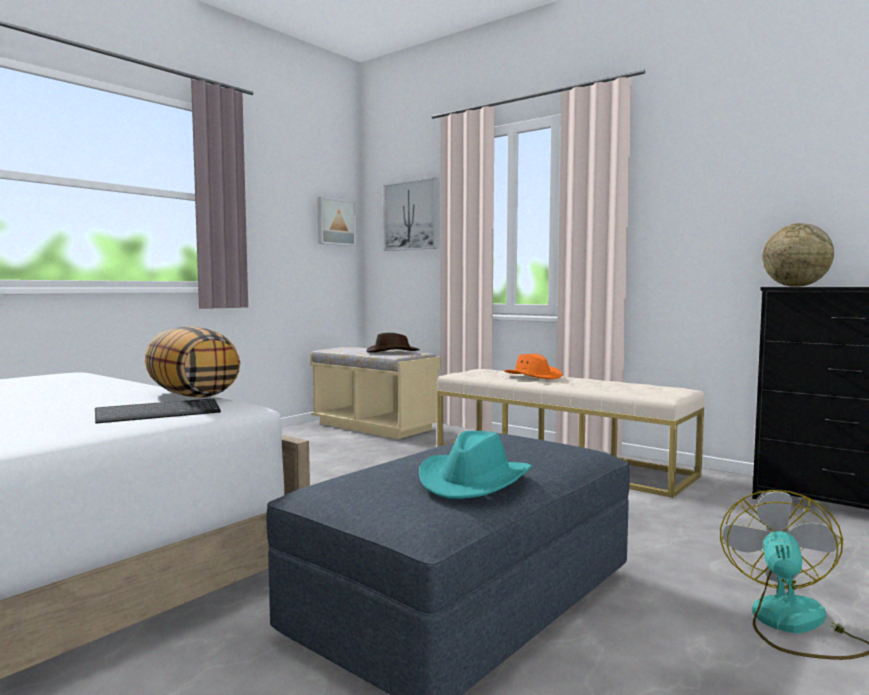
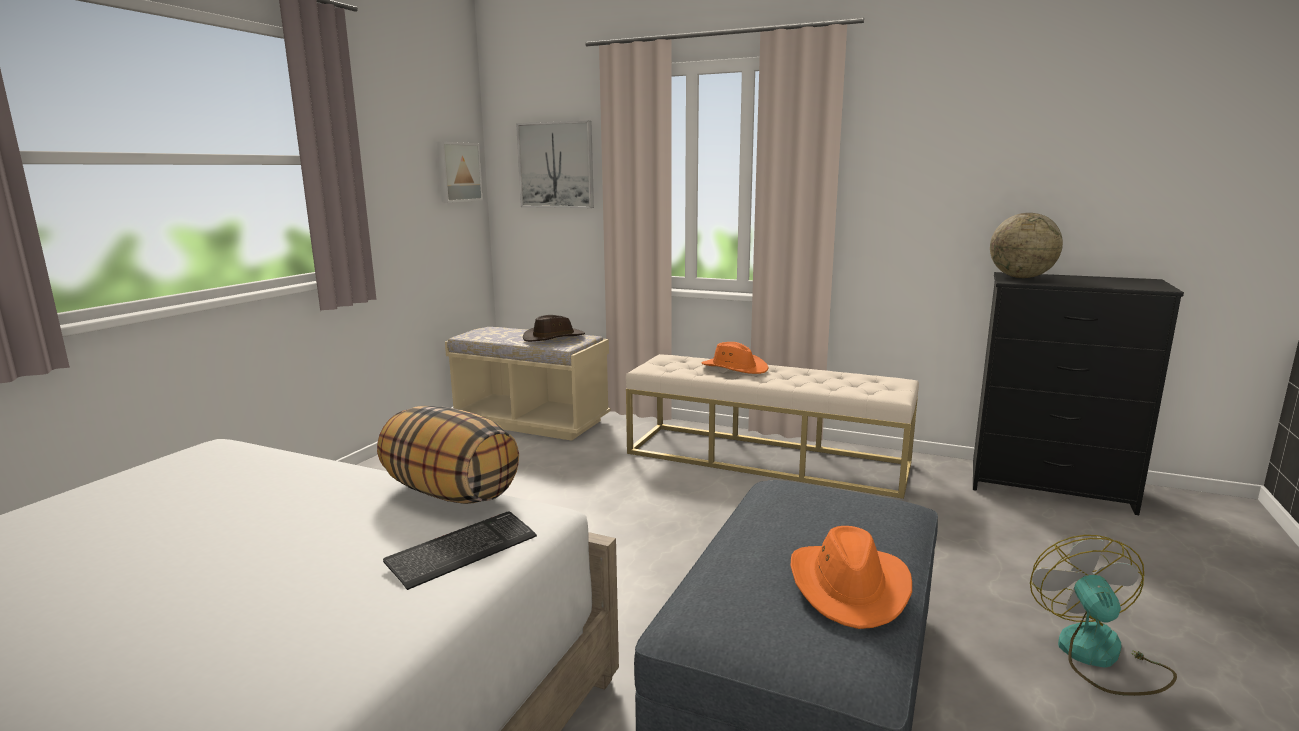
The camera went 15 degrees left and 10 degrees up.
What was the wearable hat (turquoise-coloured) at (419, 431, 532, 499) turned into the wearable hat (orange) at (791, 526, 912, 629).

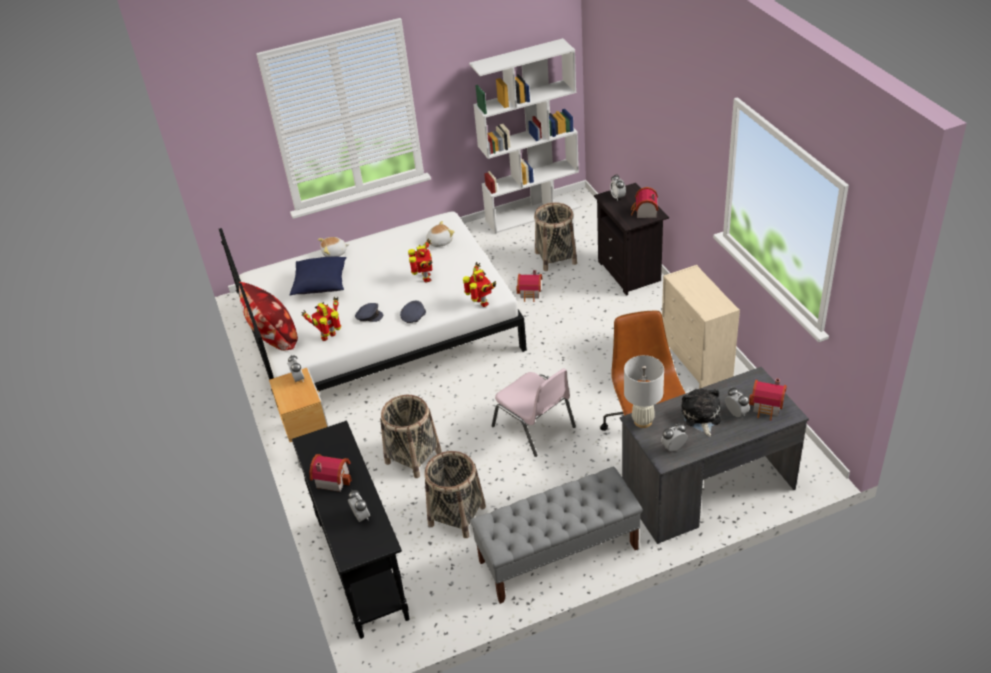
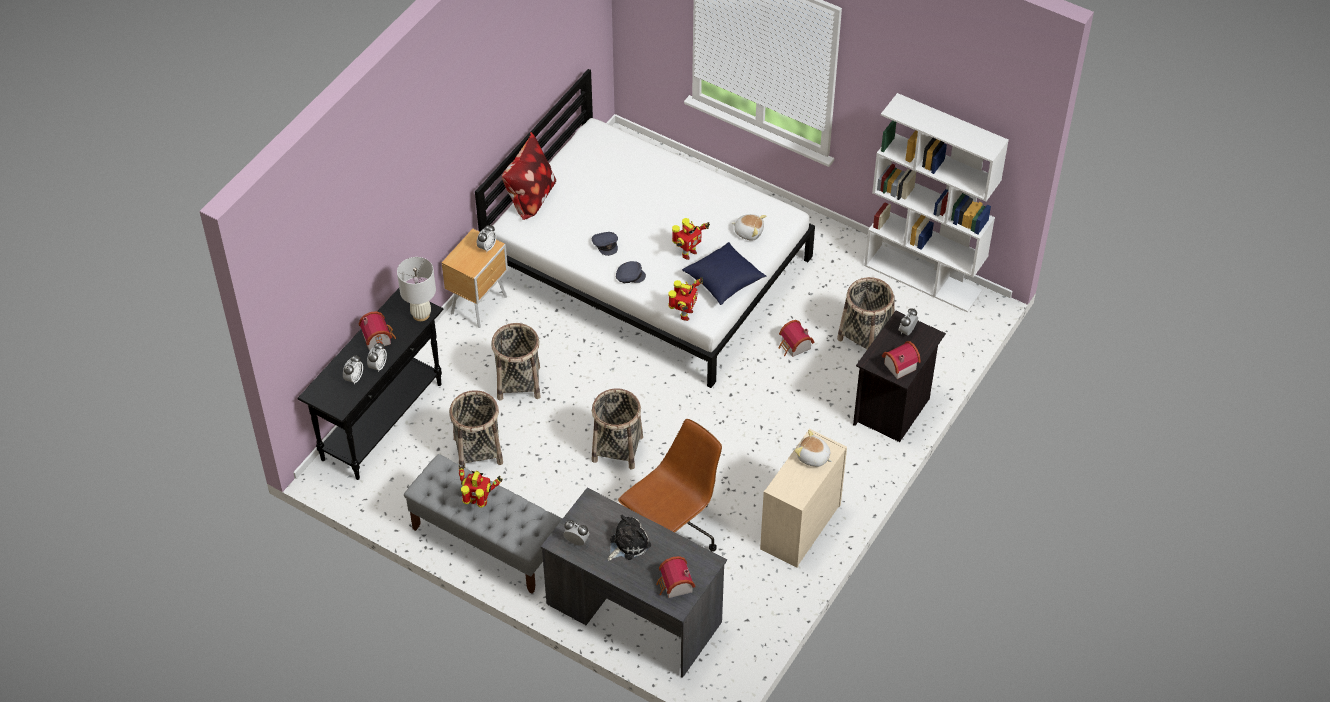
The camera went 50 degrees right and 10 degrees up.
The plush toy ended up elsewhere, having gone from (318, 237, 349, 257) to (794, 430, 832, 467).
The pillow (blue-coloured) ended up elsewhere, having gone from (290, 256, 347, 296) to (682, 242, 766, 305).
The robot figure ended up elsewhere, having gone from (301, 297, 341, 341) to (459, 465, 502, 508).
The tabletop lamp (white) ended up elsewhere, having gone from (624, 355, 664, 428) to (397, 257, 436, 321).
Where the upright chair (pinkish) stood at (492, 368, 576, 457), the household basket came to stand at (592, 388, 643, 469).
The alarm clock ended up elsewhere, having gone from (725, 388, 750, 417) to (367, 342, 387, 372).

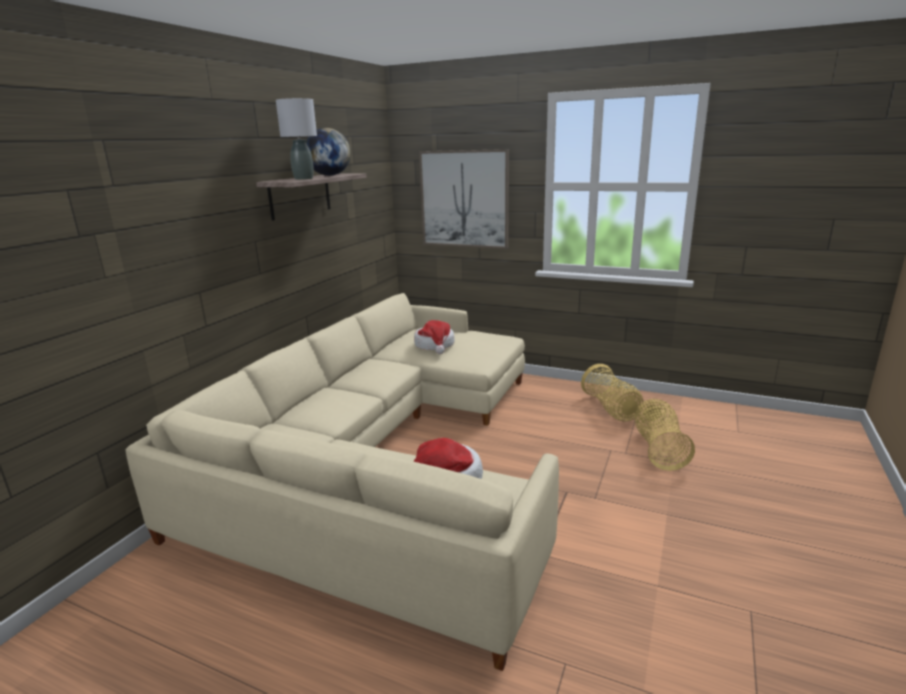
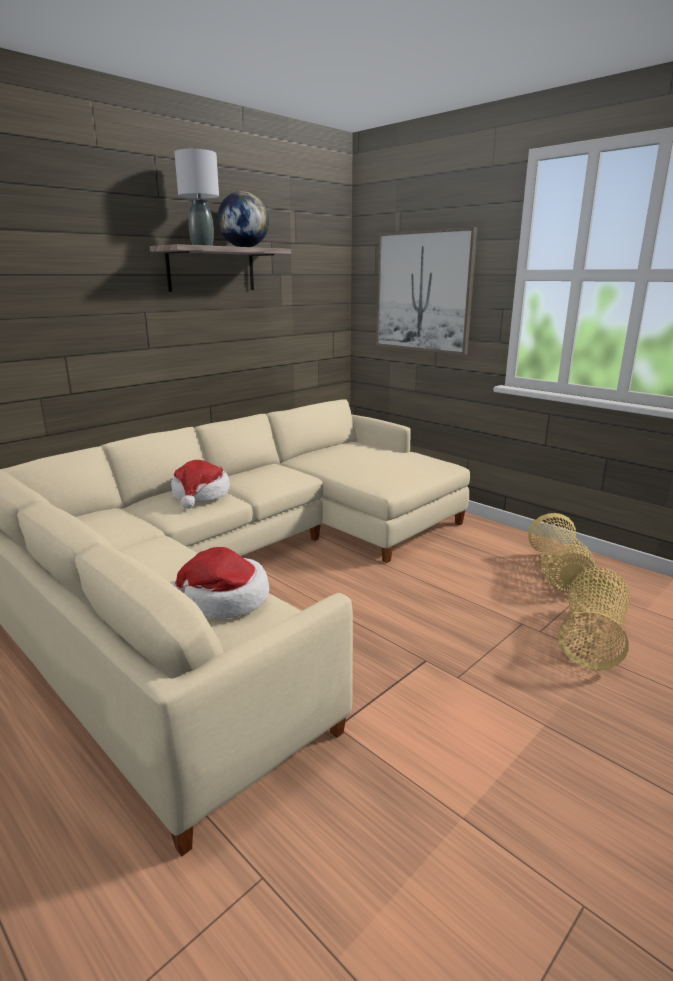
The camera went 20 degrees right and 0 degrees up.
The wearable hat ended up elsewhere, having gone from (414, 320, 455, 354) to (171, 460, 230, 509).

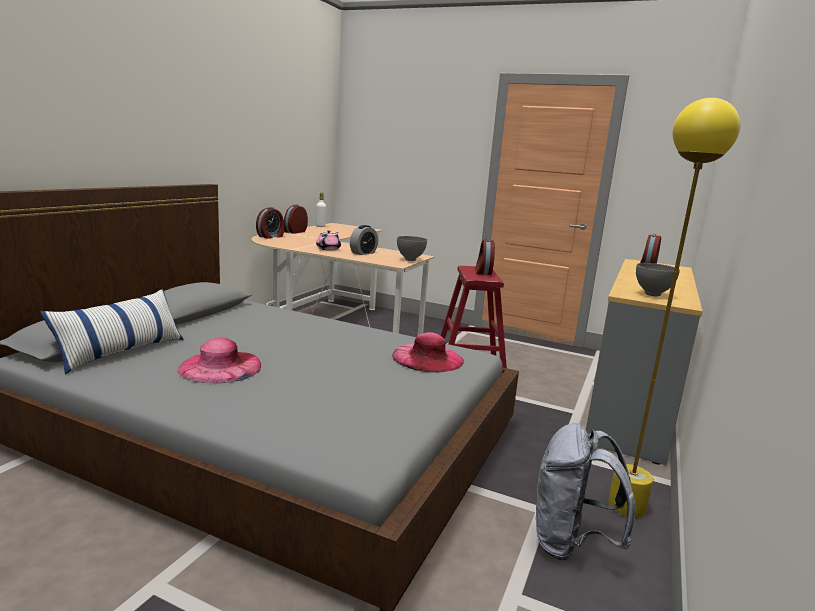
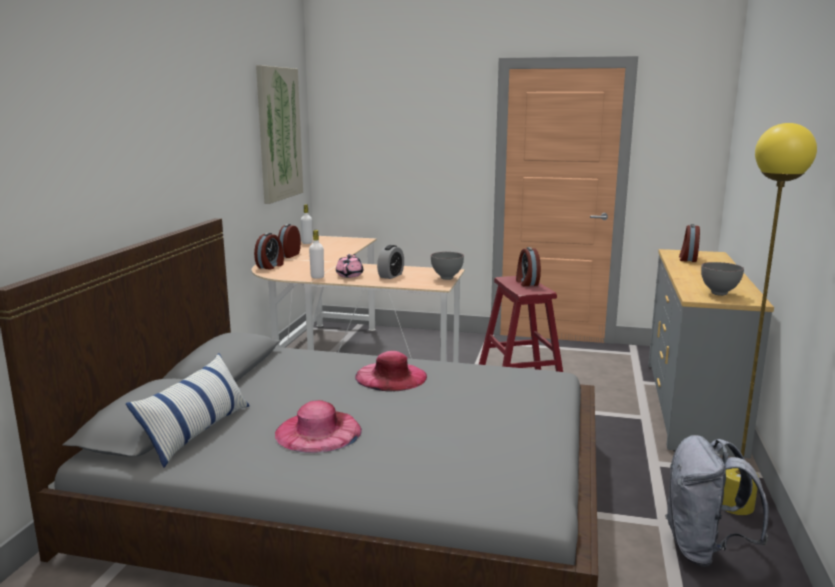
The camera went 10 degrees left and 0 degrees up.
The wearable hat (pinkish) ended up elsewhere, having gone from (392, 332, 464, 372) to (355, 351, 427, 391).
The second view gained the wall picture at (256, 65, 303, 204).
The second view gained the drink bottle (white) at (309, 230, 324, 279).

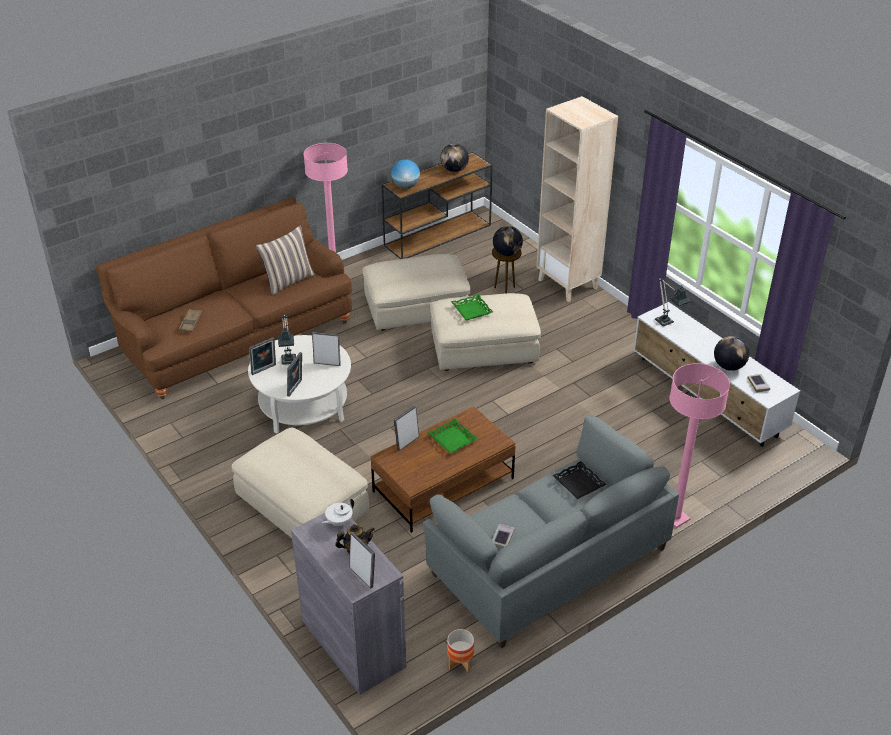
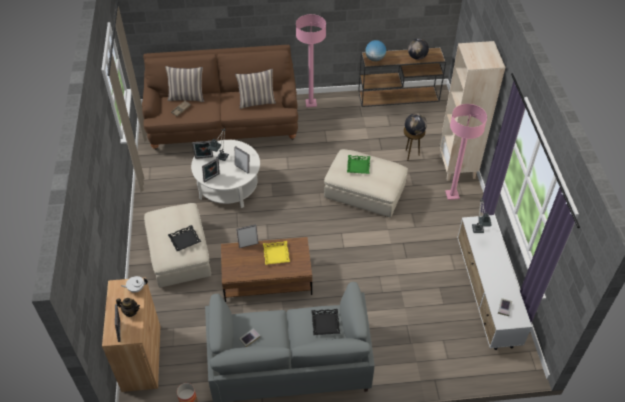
The camera went 30 degrees right and 10 degrees up.
The second view lost the ottoman (beige-coloured) at (363, 254, 470, 331).
The second view lost the desk globe at (714, 336, 749, 371).
The floor lamp (pinkish) ended up elsewhere, having gone from (669, 363, 730, 528) to (445, 104, 487, 200).
What was the tray (green) at (427, 418, 478, 454) turned into the tray (yellowish) at (263, 241, 290, 265).
What was the cupboard (greyish) at (291, 513, 407, 695) turned into the cupboard (brown-coloured) at (102, 277, 160, 392).
The second view gained the pillow at (165, 66, 204, 102).
The second view gained the tray (black-coloured) at (168, 225, 201, 251).

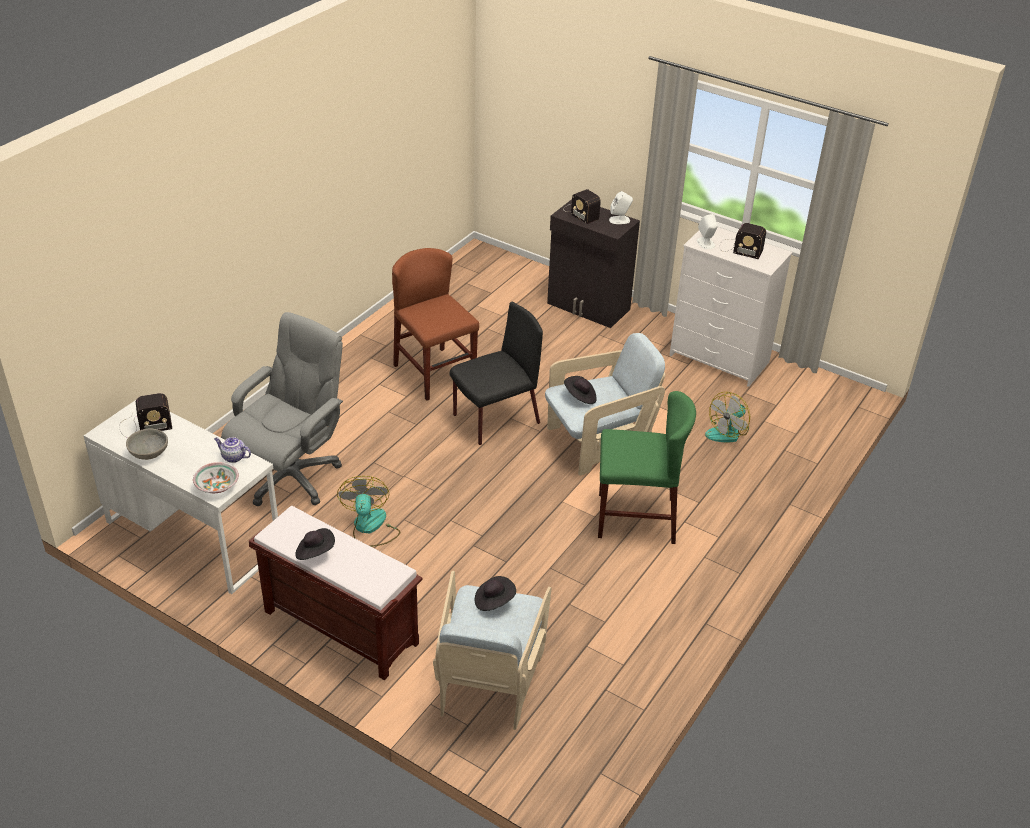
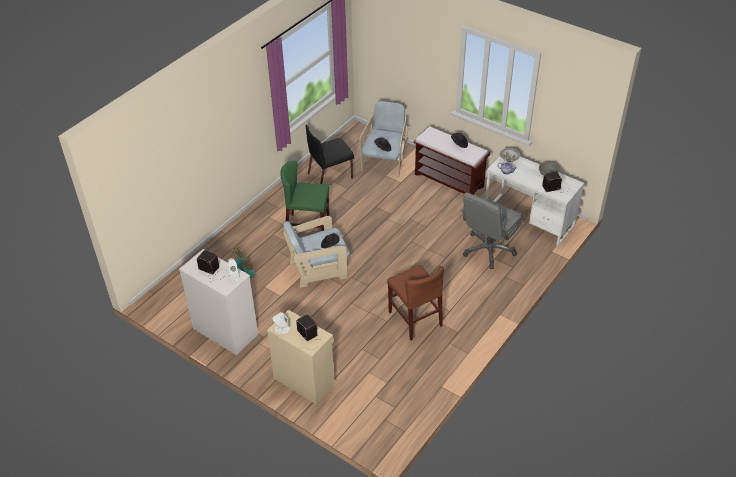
The camera went 175 degrees left and 5 degrees up.
What was the cupboard (black-coloured) at (547, 199, 640, 328) turned into the cupboard (beige-coloured) at (267, 310, 335, 405).
The upright chair (black-coloured) ended up elsewhere, having gone from (449, 302, 543, 445) to (306, 124, 354, 184).
The second view lost the electric fan at (337, 476, 400, 547).

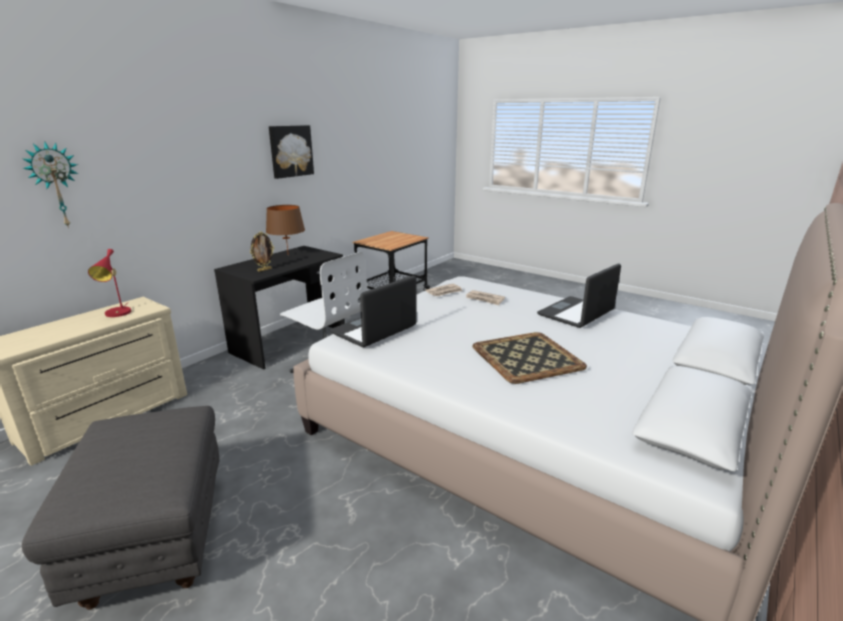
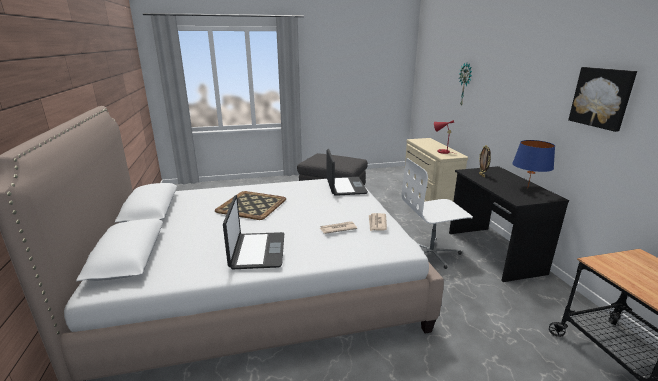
The camera went 130 degrees right and 0 degrees up.
What was the tabletop lamp (brown-coloured) at (266, 205, 305, 255) turned into the tabletop lamp (blue-coloured) at (512, 140, 555, 186).

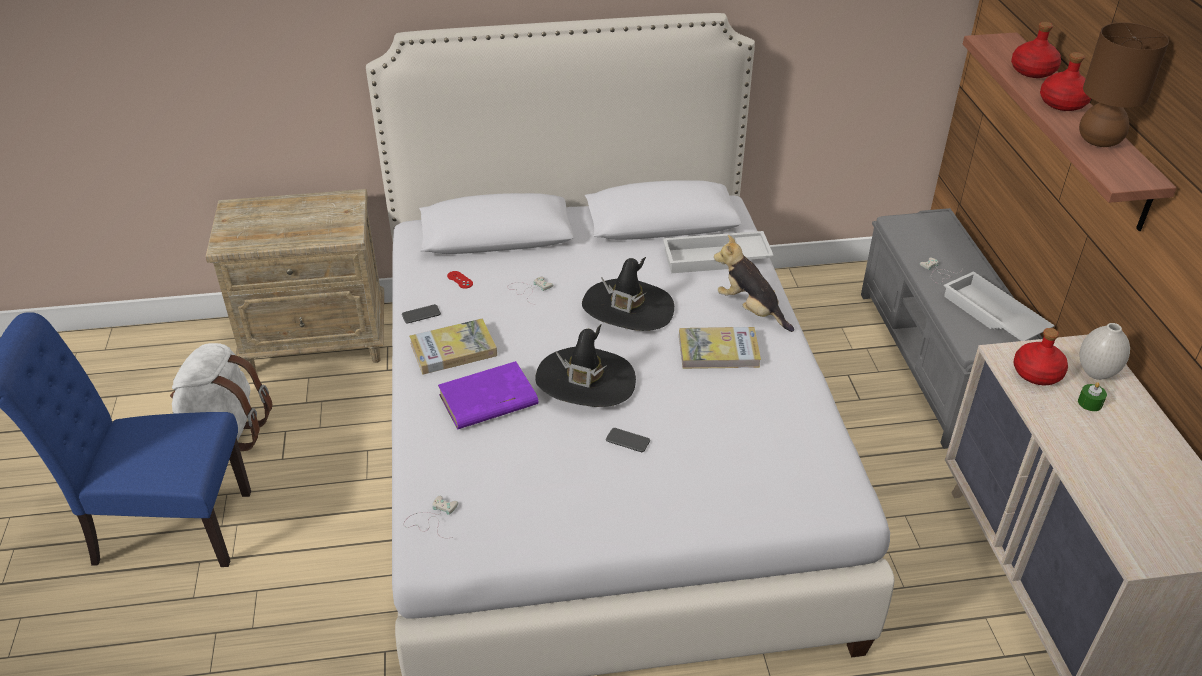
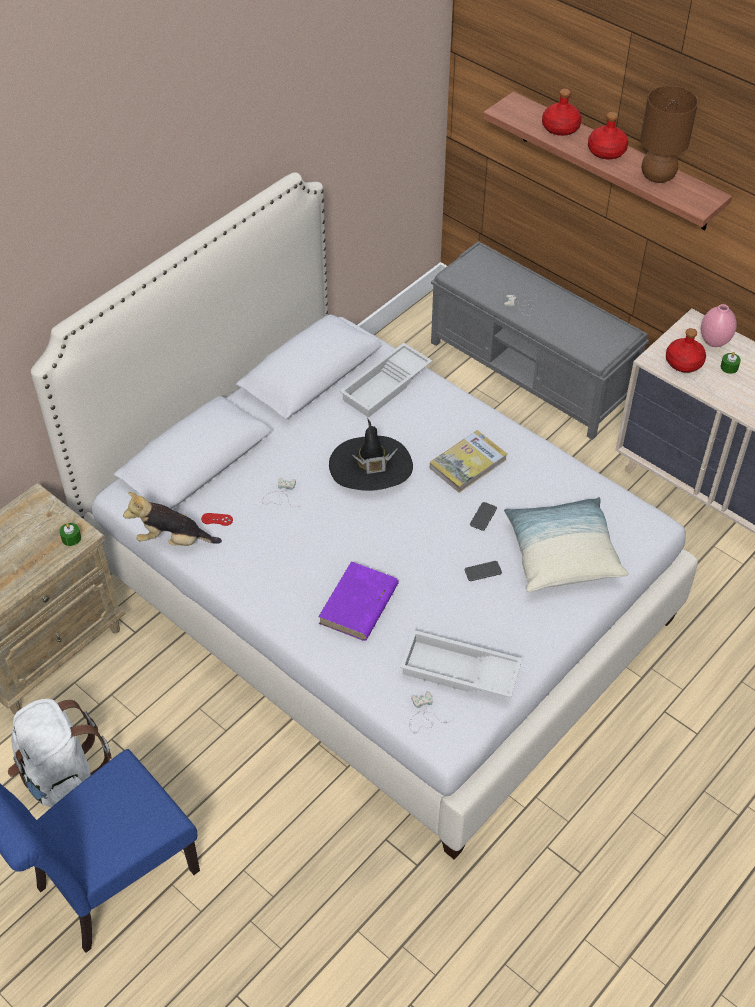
The camera went 40 degrees left and 10 degrees up.
The plush toy ended up elsewhere, having gone from (714, 235, 794, 332) to (123, 492, 222, 546).
The tray (white) ended up elsewhere, having gone from (944, 271, 1055, 341) to (400, 630, 522, 698).
The phone ended up elsewhere, having gone from (402, 304, 441, 323) to (470, 502, 497, 531).
The second view lost the volume at (409, 318, 497, 374).
What was the decorative vase (white) at (1079, 323, 1130, 380) turned into the decorative vase (pinkish) at (701, 304, 737, 347).
The second view lost the wearable hat (black-coloured) at (535, 325, 636, 407).
The second view gained the pillow at (504, 497, 629, 592).
The second view gained the wax candle (green) at (59, 523, 81, 546).

